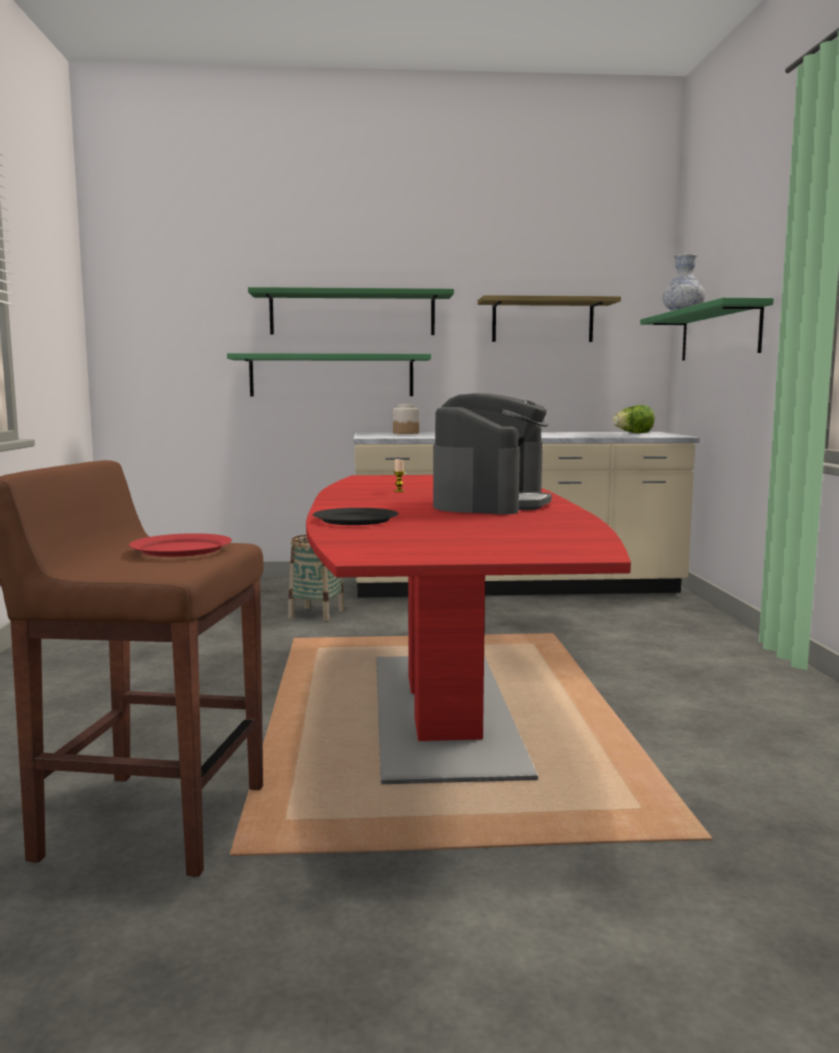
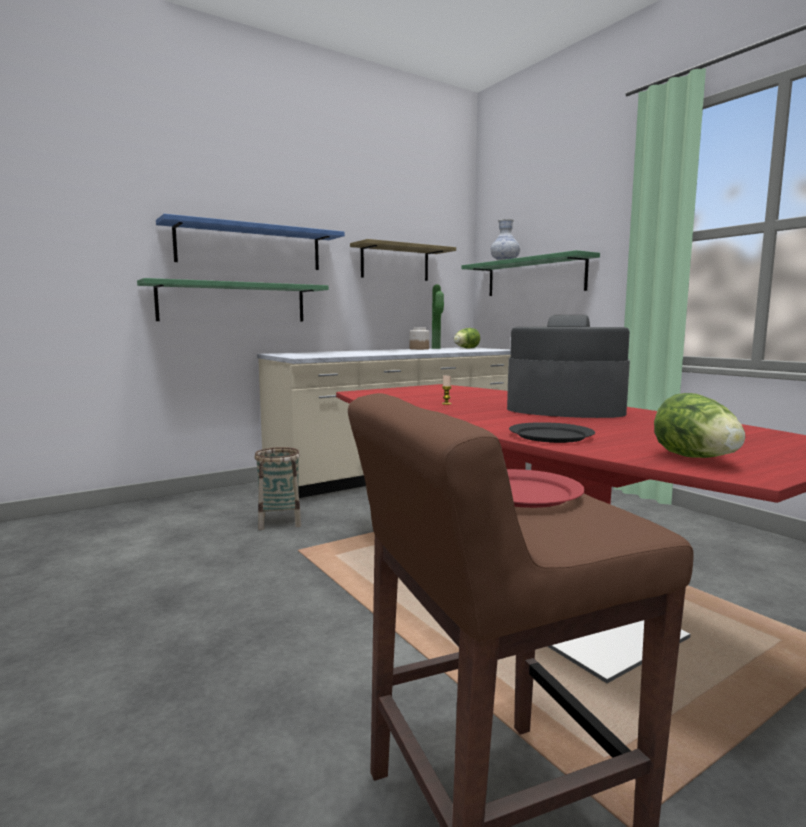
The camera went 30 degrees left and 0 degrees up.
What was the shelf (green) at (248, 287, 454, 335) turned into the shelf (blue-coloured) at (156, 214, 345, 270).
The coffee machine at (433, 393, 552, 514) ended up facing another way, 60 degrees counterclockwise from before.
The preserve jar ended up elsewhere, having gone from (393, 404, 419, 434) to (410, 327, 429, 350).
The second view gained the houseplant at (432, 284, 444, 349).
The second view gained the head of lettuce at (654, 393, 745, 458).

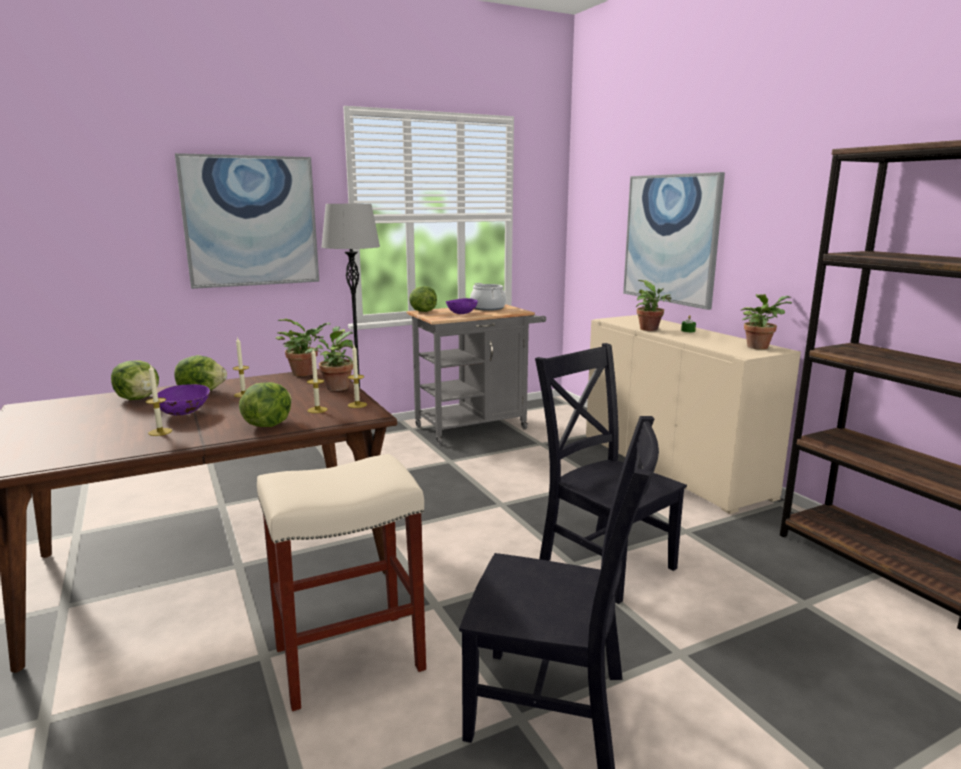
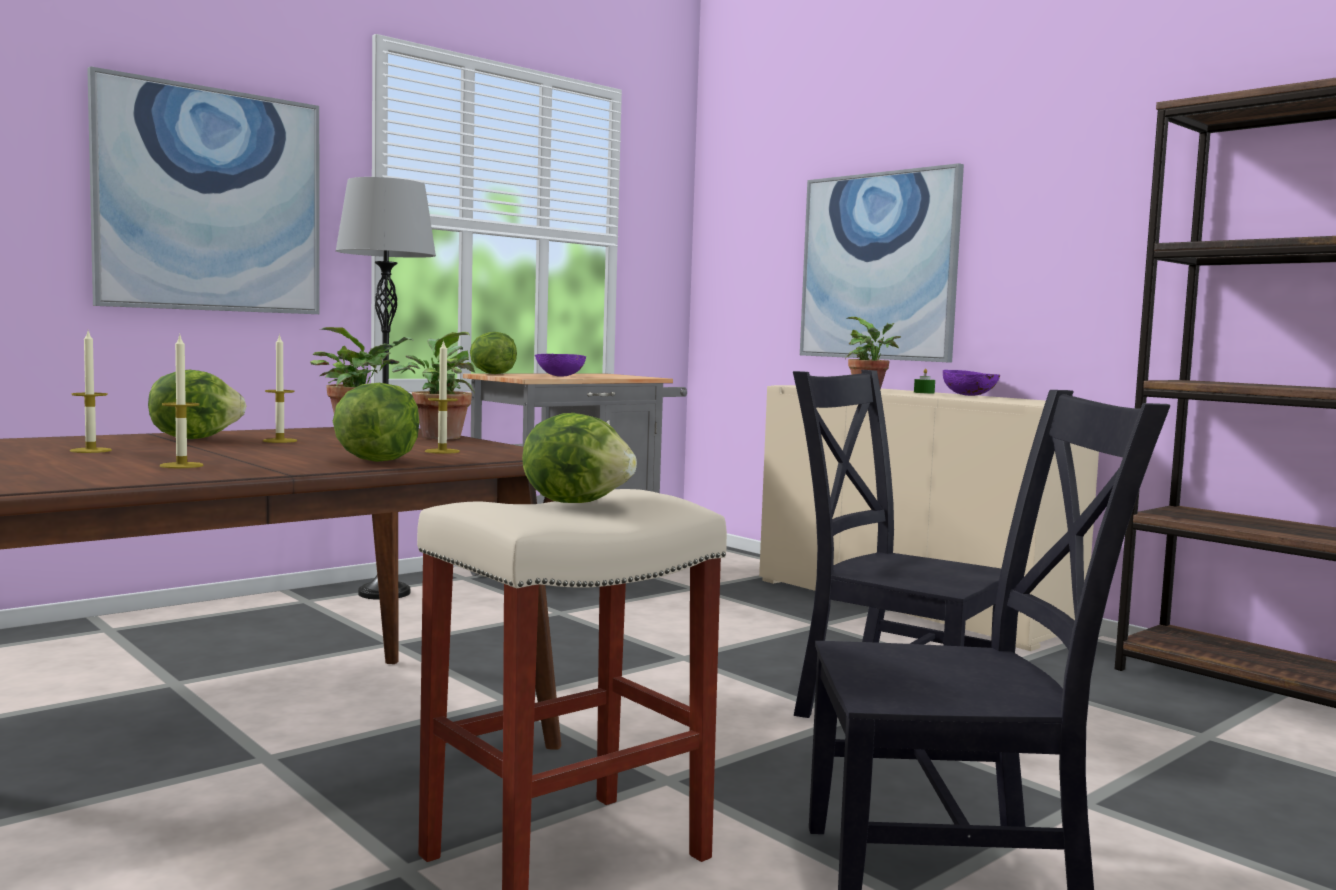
The camera went 15 degrees left and 10 degrees down.
The second view lost the cooking pot at (470, 283, 506, 311).
The second view lost the houseplant at (741, 294, 792, 349).
The wax candle ended up elsewhere, having gone from (348, 345, 367, 408) to (70, 331, 112, 453).
The head of lettuce ended up elsewhere, having gone from (111, 360, 159, 400) to (522, 413, 637, 503).
The bowl (purplish) ended up elsewhere, having gone from (157, 384, 210, 416) to (943, 369, 1001, 396).

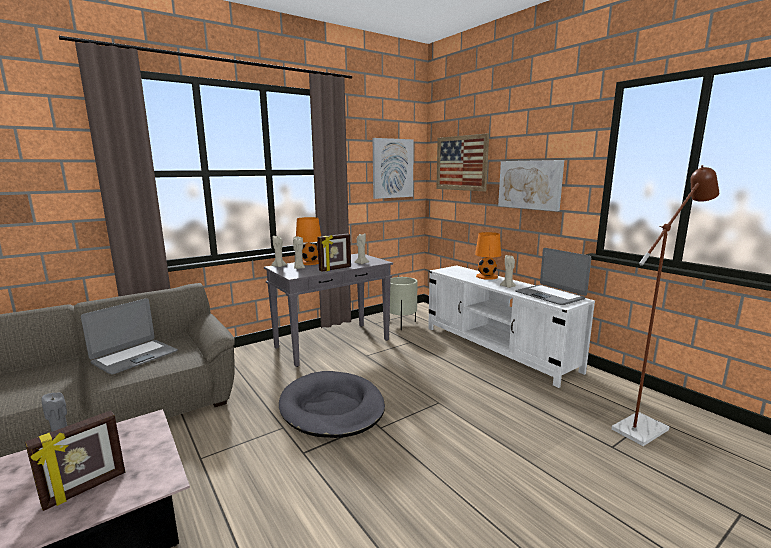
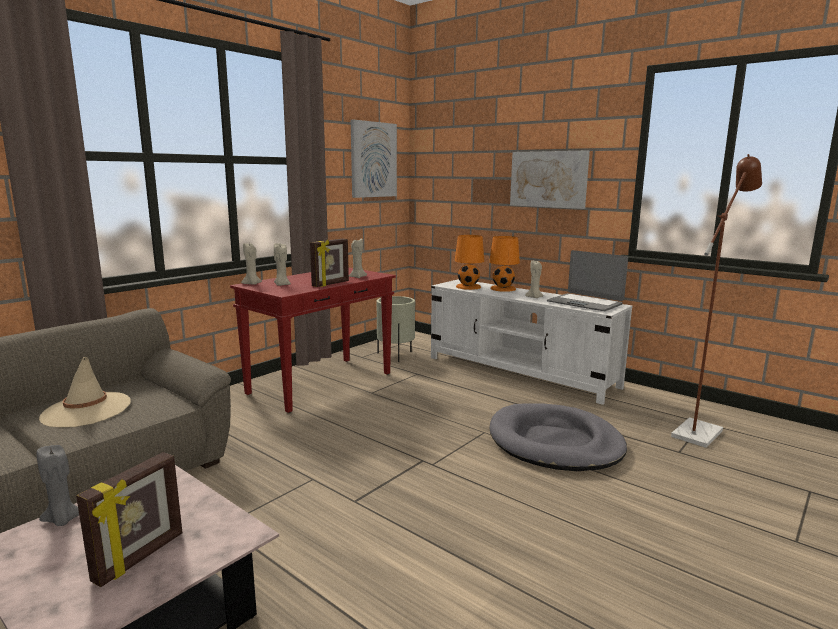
The camera went 15 degrees left and 0 degrees up.
The second view lost the wall picture at (436, 133, 489, 191).
The tabletop lamp (orange) ended up elsewhere, having gone from (296, 217, 321, 265) to (455, 235, 484, 290).
What was the narrow table (greyish) at (264, 254, 393, 367) turned into the narrow table (reddish) at (230, 268, 396, 413).
Where the notebook computer stood at (81, 298, 178, 374), the wearable hat (beige-coloured) came to stand at (39, 356, 131, 427).
The dog bed (greyish) ended up elsewhere, having gone from (279, 371, 385, 438) to (490, 403, 627, 471).

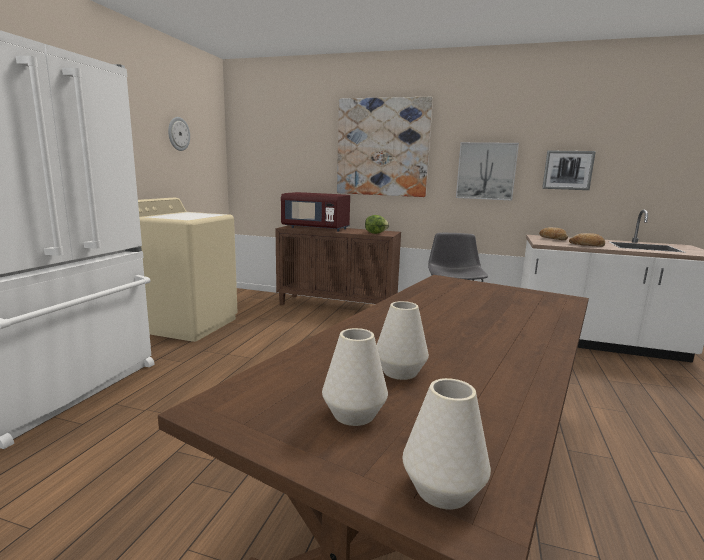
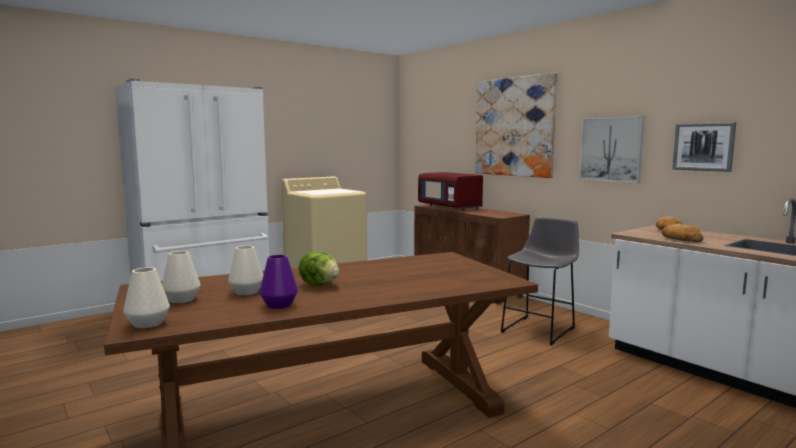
The camera went 35 degrees right and 5 degrees down.
The second view lost the wall clock at (168, 117, 190, 151).
The head of lettuce ended up elsewhere, having gone from (365, 215, 389, 234) to (299, 251, 339, 286).
The second view gained the decorative vase (purplish) at (259, 255, 298, 309).

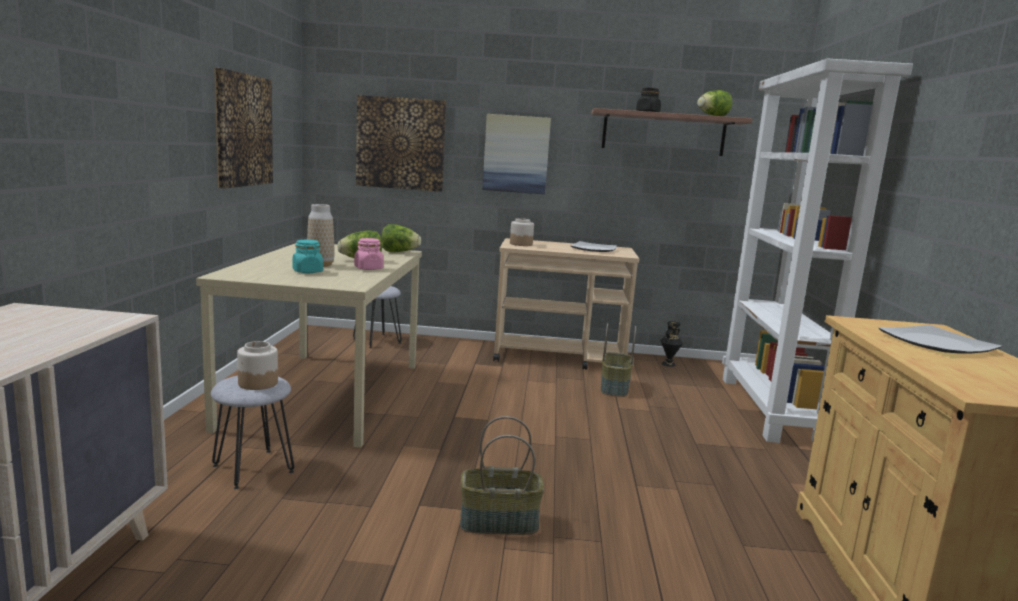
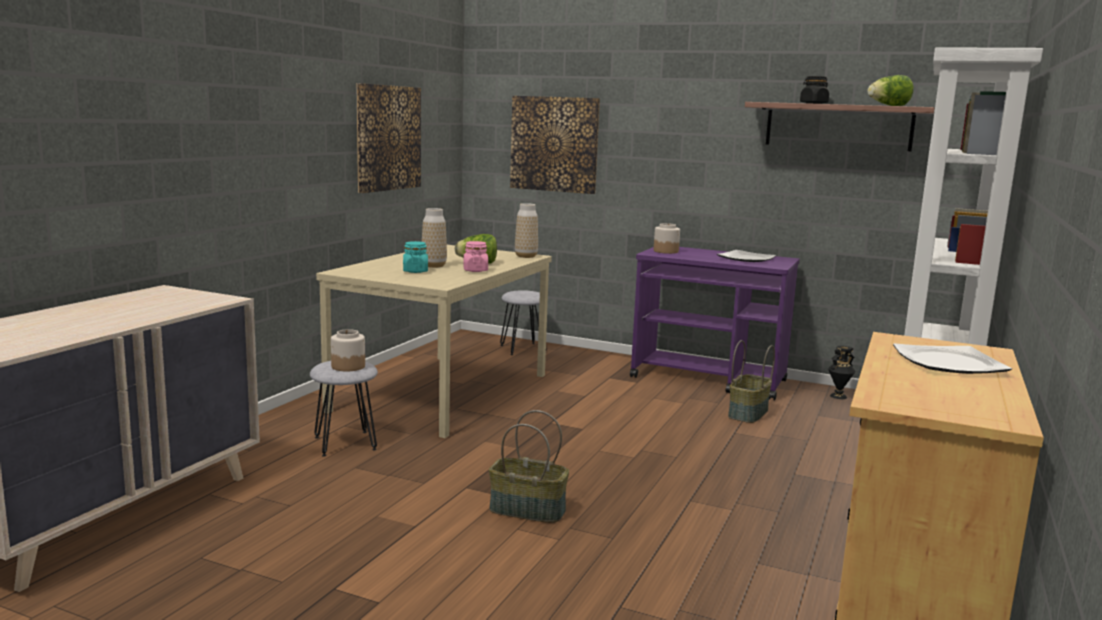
The camera went 20 degrees right and 0 degrees up.
The second view lost the wall picture at (482, 114, 551, 194).
Where the head of lettuce stood at (381, 224, 421, 252), the decorative vase came to stand at (515, 203, 538, 258).
What was the wheeled cart (beige-coloured) at (493, 238, 639, 370) turned into the wheeled cart (purplish) at (630, 247, 800, 401).

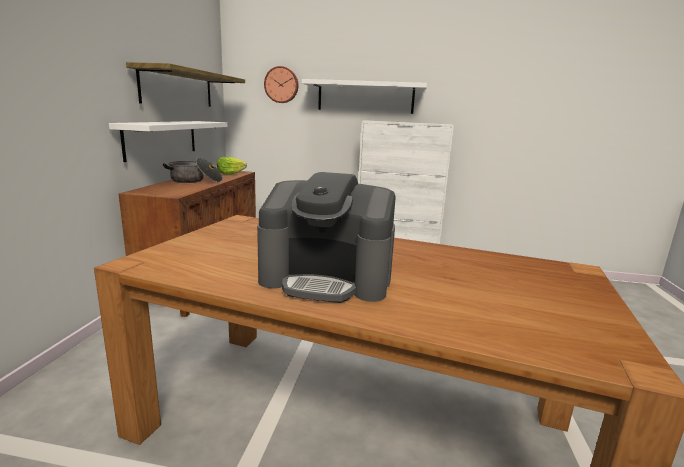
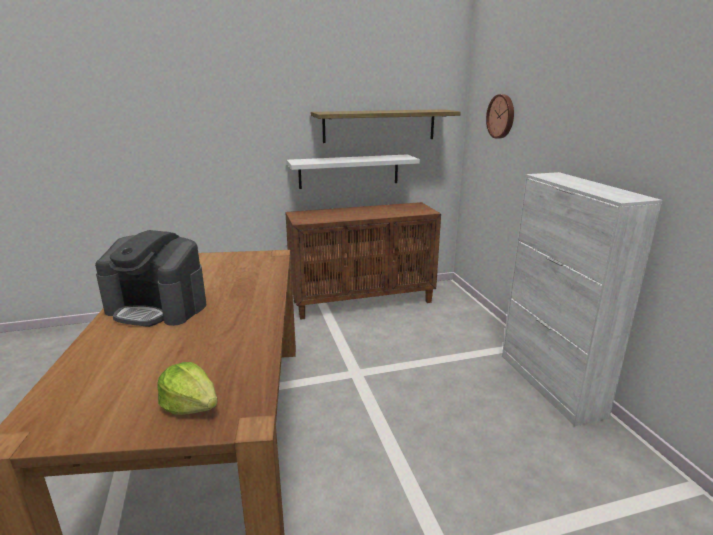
The camera went 65 degrees right and 5 degrees up.
The second view lost the shelf (white) at (302, 79, 427, 114).
The head of lettuce ended up elsewhere, having gone from (217, 157, 247, 175) to (157, 362, 218, 415).
The second view lost the cooking pot at (163, 158, 223, 183).
The coffee machine at (257, 172, 396, 303) ended up facing another way, 60 degrees counterclockwise from before.

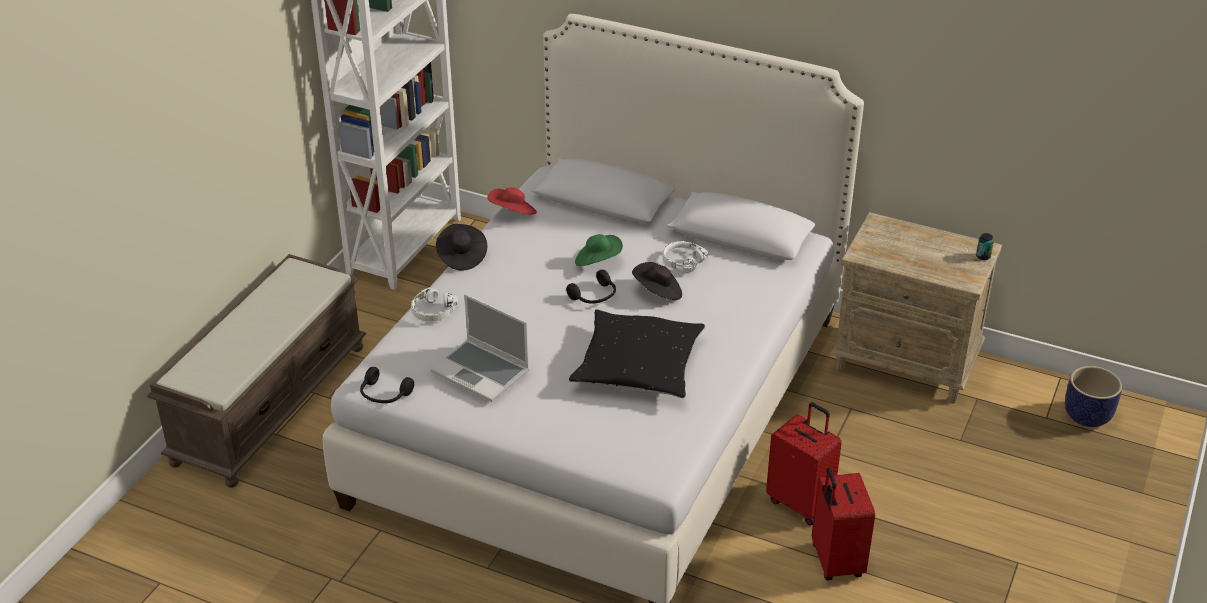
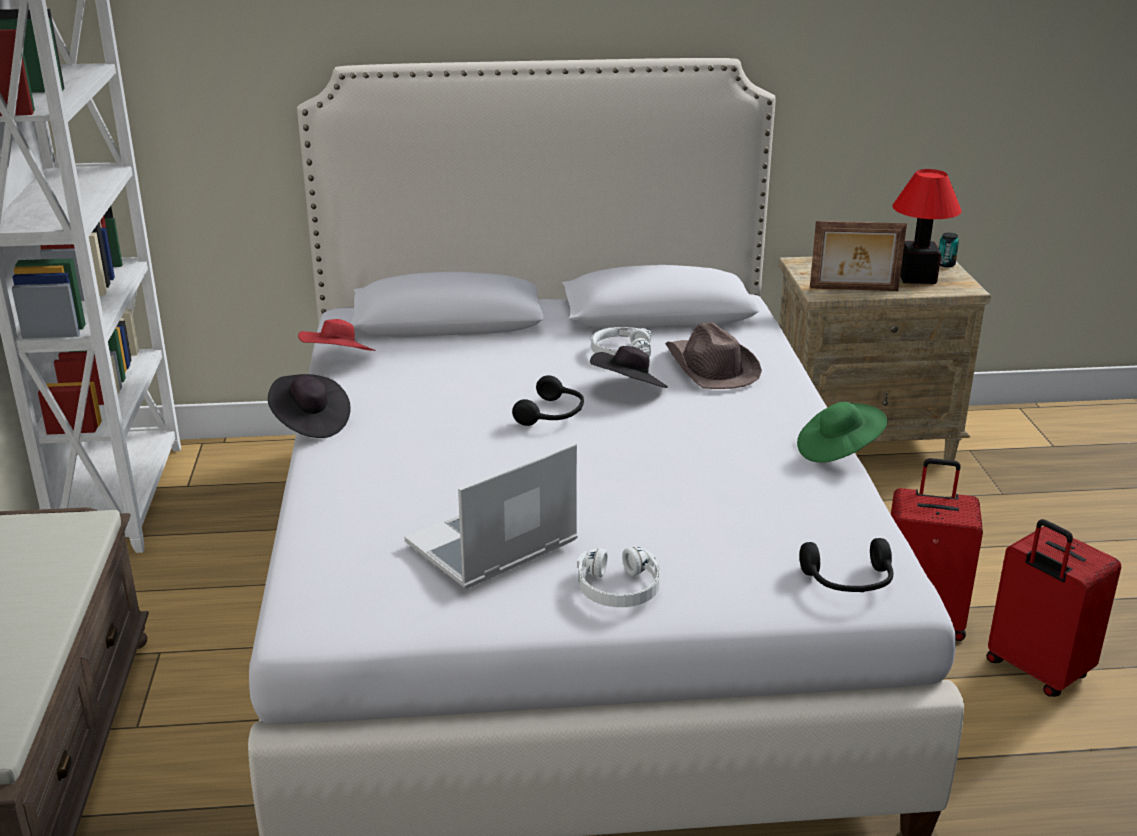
The camera went 30 degrees left and 10 degrees down.
The wearable hat (green) ended up elsewhere, having gone from (575, 234, 623, 266) to (797, 402, 888, 463).
The headset (white) ended up elsewhere, having gone from (411, 288, 458, 322) to (577, 547, 660, 607).
The notebook computer at (431, 294, 529, 402) ended up facing another way, 135 degrees clockwise from before.
The second view lost the pillow (black-coloured) at (569, 309, 705, 398).
The second view lost the flower pot at (1065, 366, 1122, 427).
The headset (black-coloured) ended up elsewhere, having gone from (360, 367, 414, 403) to (799, 538, 894, 592).
The second view gained the tabletop lamp at (892, 169, 961, 284).
The second view gained the photo frame at (810, 221, 907, 291).
The second view gained the wearable hat (brown-coloured) at (665, 322, 762, 389).

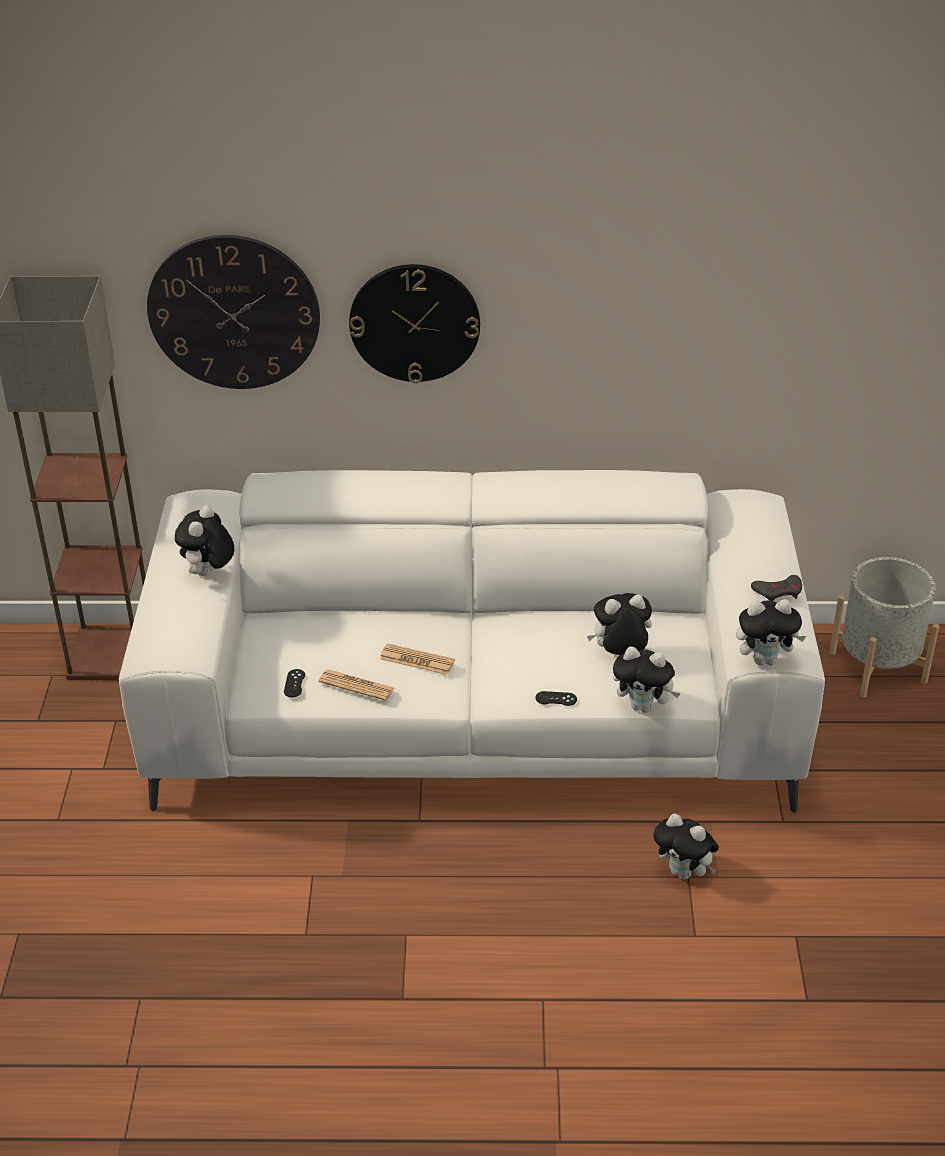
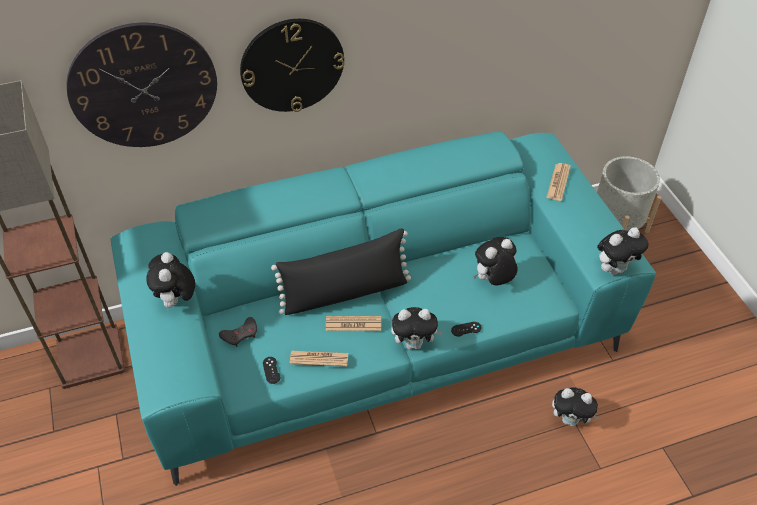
The camera went 20 degrees left and 10 degrees up.
What was the settee (white) at (119, 470, 825, 813) turned into the settee (turquoise-coloured) at (111, 131, 656, 486).
The gamepad (greyish) ended up elsewhere, having gone from (751, 575, 802, 601) to (219, 317, 257, 347).
The plush toy ended up elsewhere, having gone from (613, 646, 681, 713) to (391, 307, 443, 350).
The second view gained the printed paper at (546, 163, 571, 201).
The second view gained the pillow (black-coloured) at (271, 228, 411, 315).

